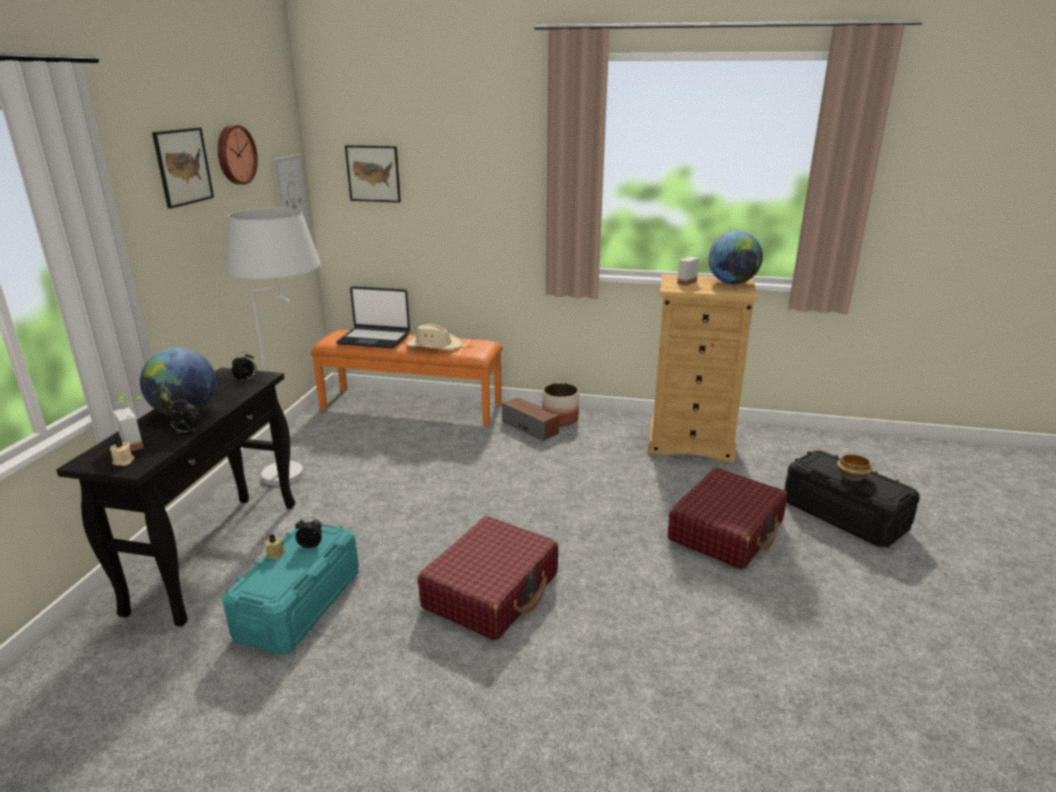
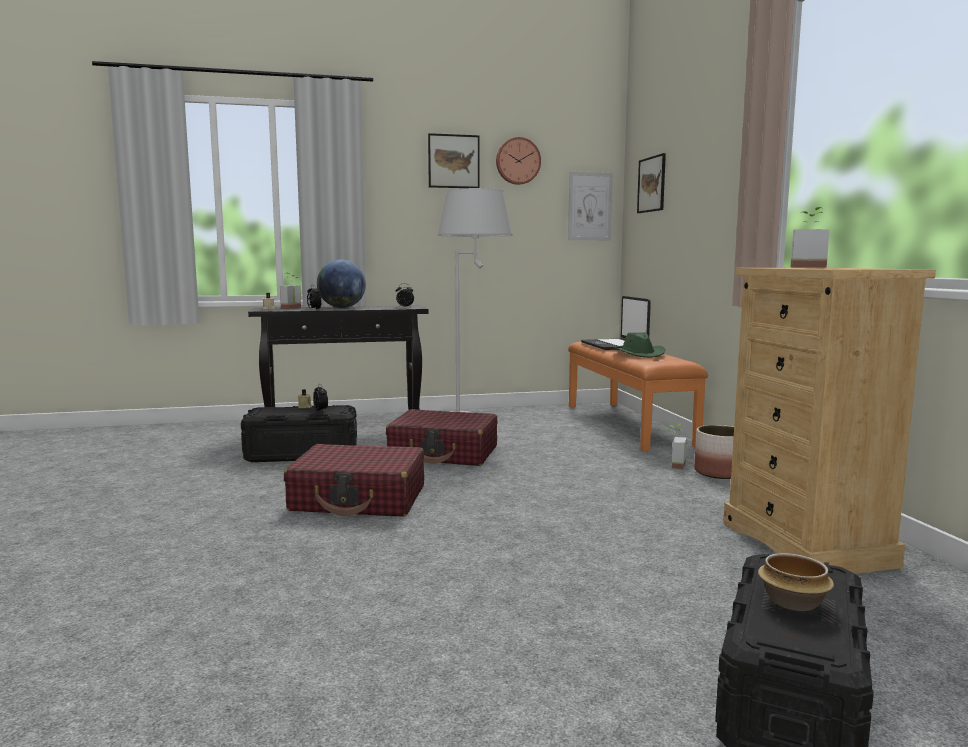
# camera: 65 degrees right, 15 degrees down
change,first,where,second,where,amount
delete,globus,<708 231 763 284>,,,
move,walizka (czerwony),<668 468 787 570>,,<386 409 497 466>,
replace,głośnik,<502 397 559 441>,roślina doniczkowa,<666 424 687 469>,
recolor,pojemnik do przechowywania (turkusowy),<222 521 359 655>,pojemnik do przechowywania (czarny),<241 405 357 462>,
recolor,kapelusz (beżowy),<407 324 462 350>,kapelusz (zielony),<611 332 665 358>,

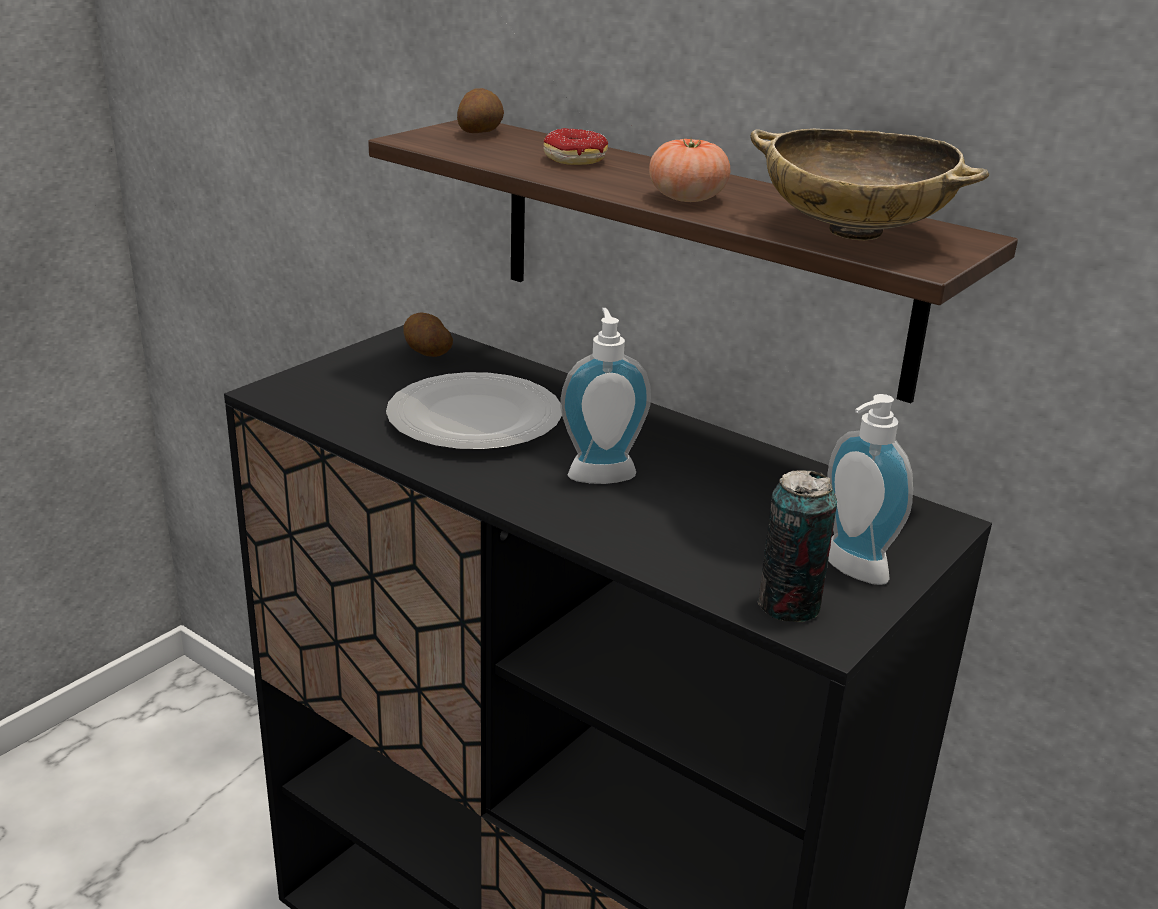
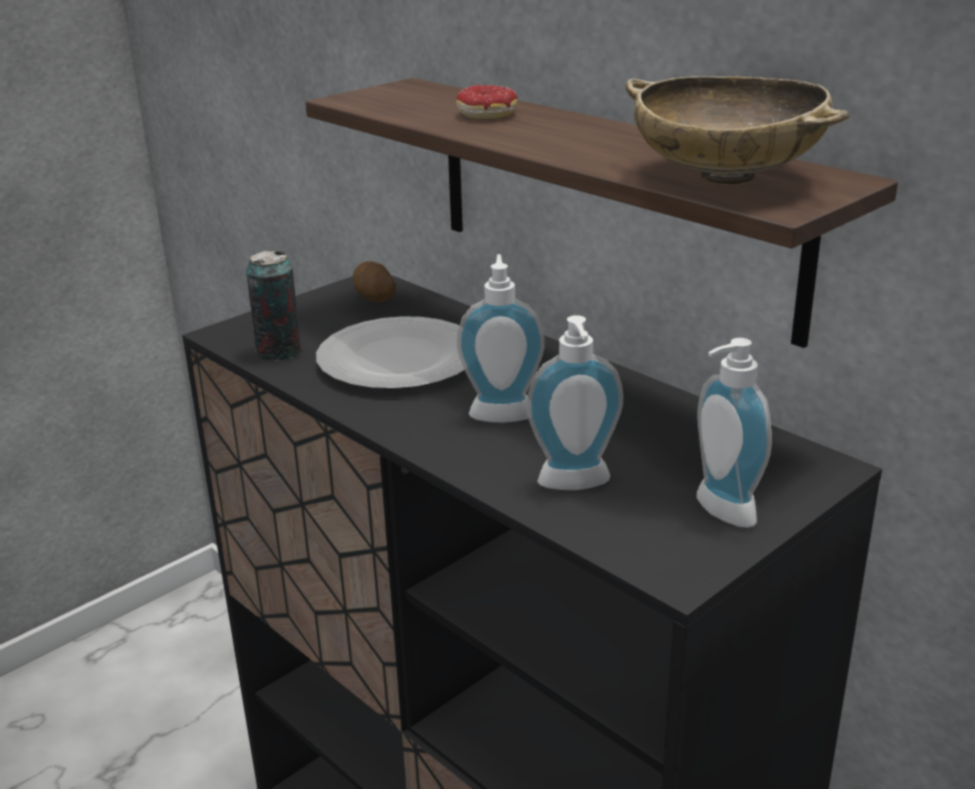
# camera: 10 degrees right, 0 degrees up
change,first,where,second,where,amount
delete,ziemniak,<457 88 504 133>,,,
delete,pomidor,<649 138 730 202>,,,
insert,,,dozownik mydła,<527 315 623 490>,
move,puszka,<758 470 837 622>,,<246 251 301 361>,

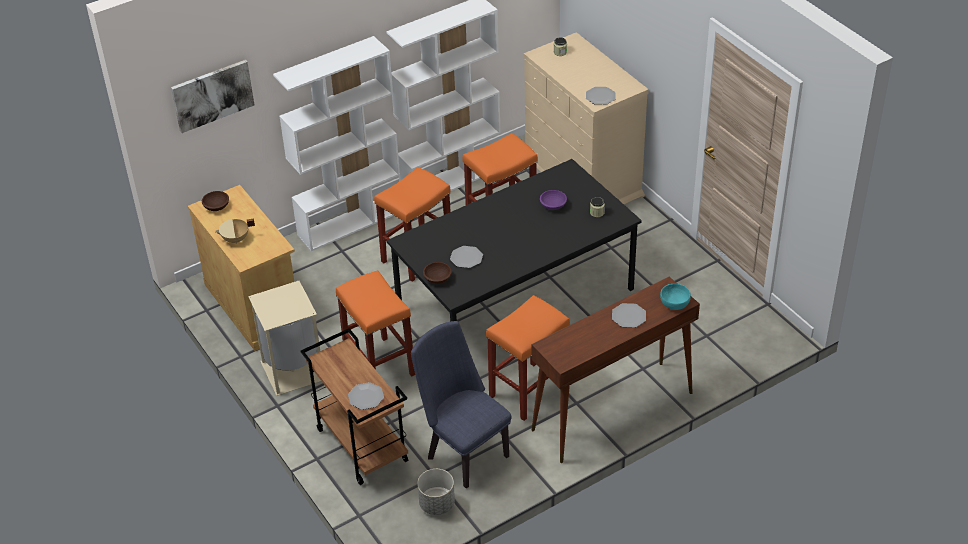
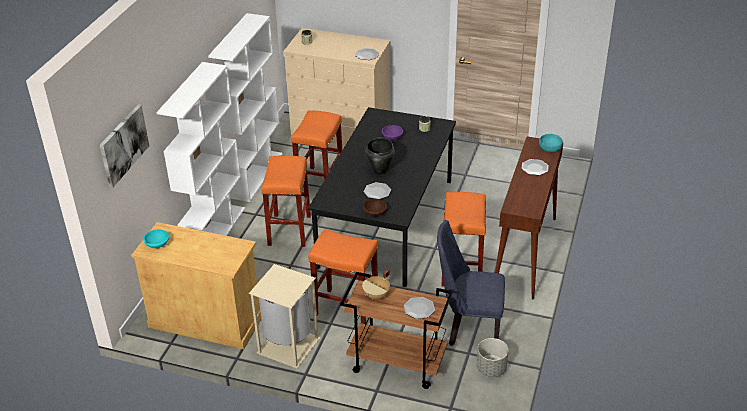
# camera: 40 degrees left, 5 degrees down
change,first,where,second,where,amount
insert,,,garnek (czarny),<366 137 395 175>,
move,garnek (beżowy),<215 218 255 244>,,<362 269 390 299>,
recolor,miska (brązowy),<202 191 229 211>,miska (turkusowy),<143 230 169 248>,

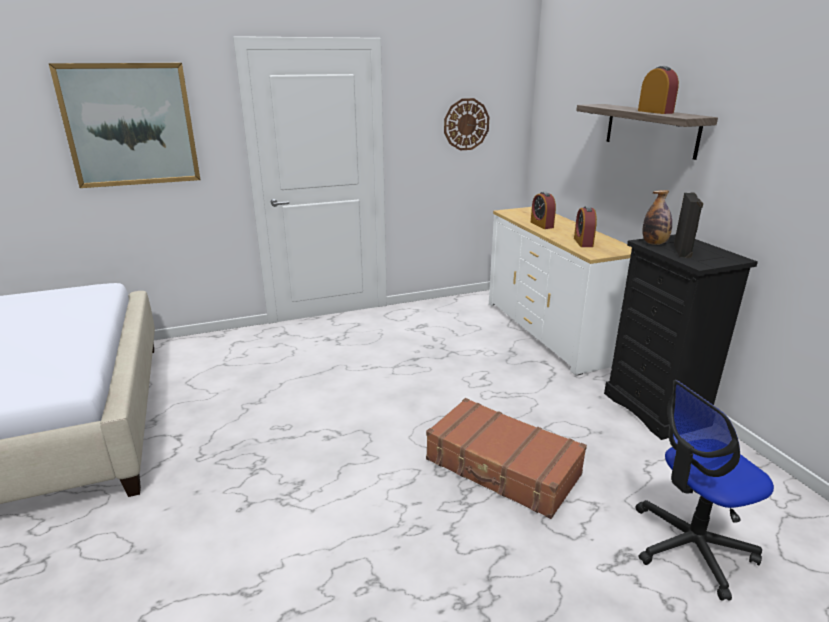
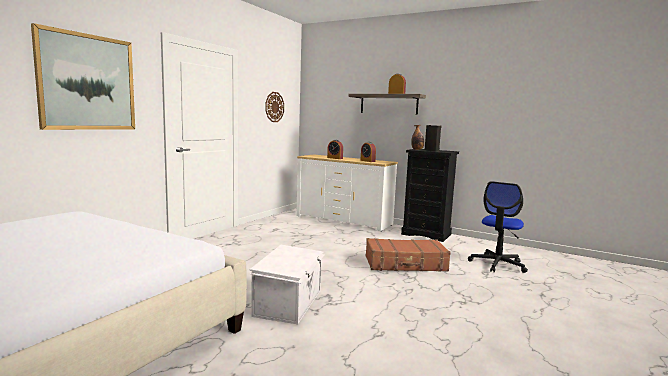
# camera: 40 degrees left, 15 degrees down
change,first,where,second,where,amount
insert,,,pojemnik do przechowywania (biały),<250 245 325 324>,

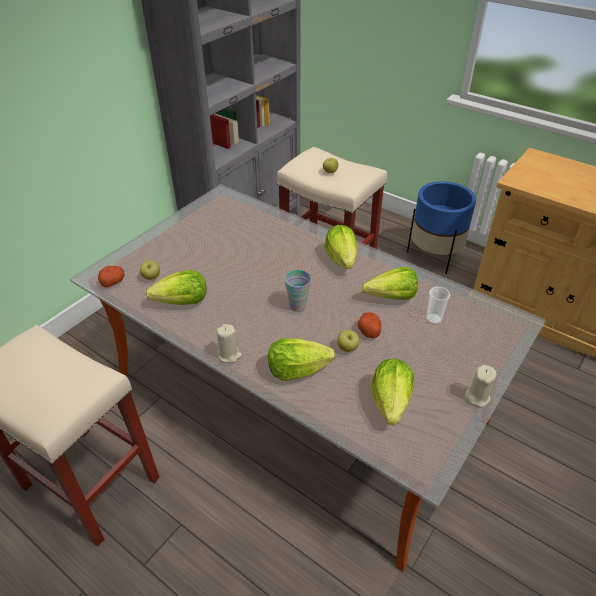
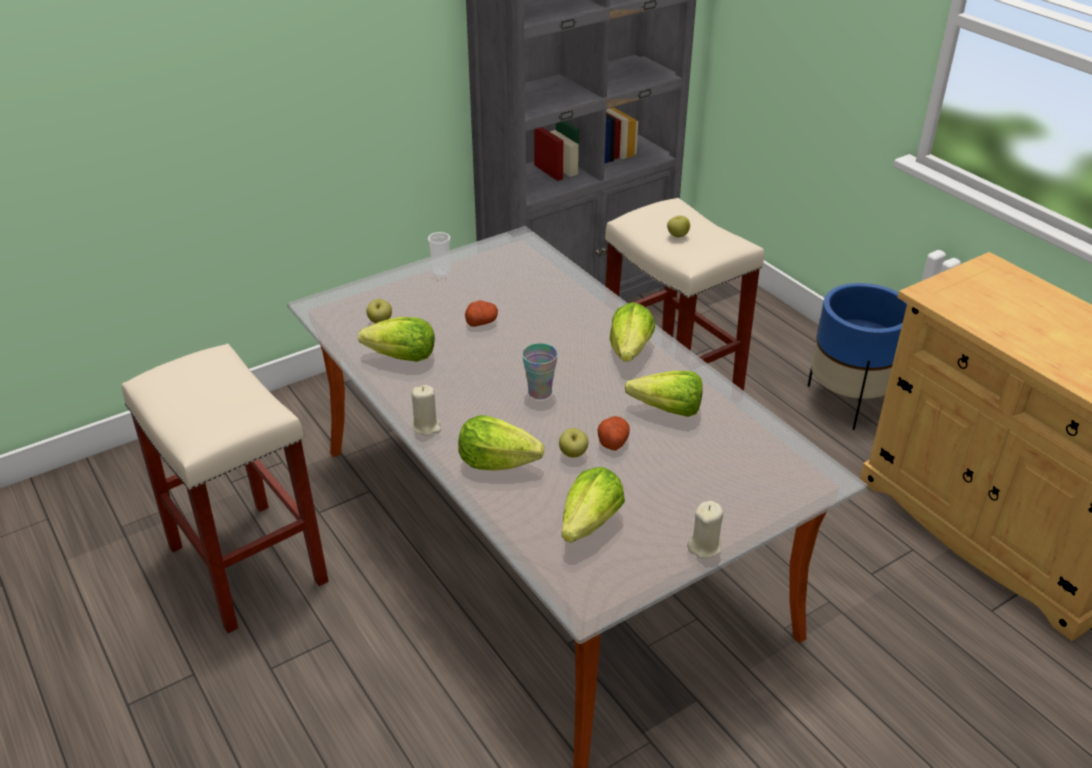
# camera: 20 degrees right, 5 degrees down
change,first,where,second,where,amount
move,ziemniak,<98 266 124 288>,,<465 300 498 327>,
move,filiżanka,<426 287 450 324>,,<428 232 450 276>,

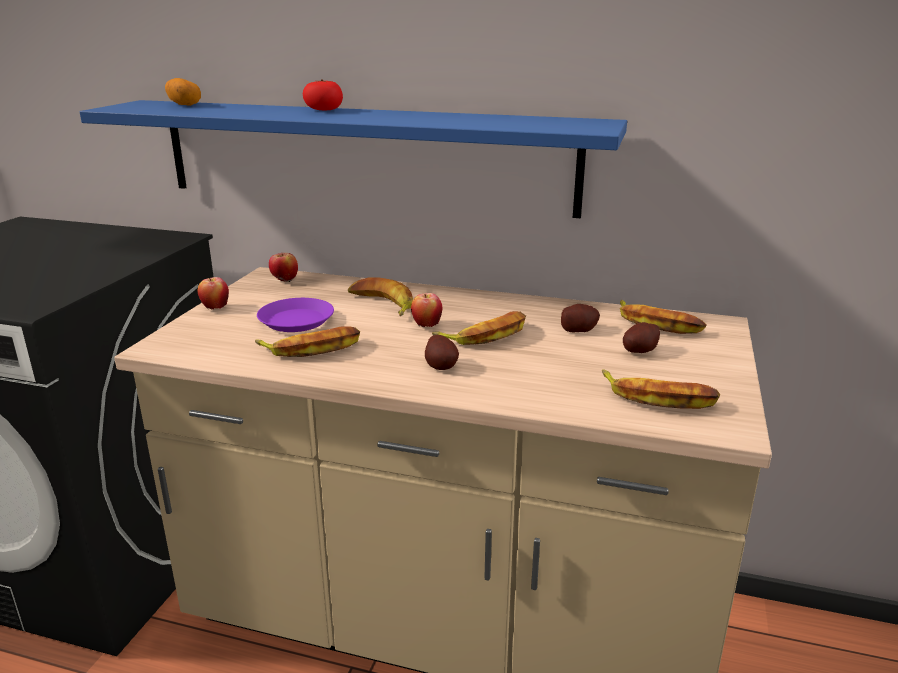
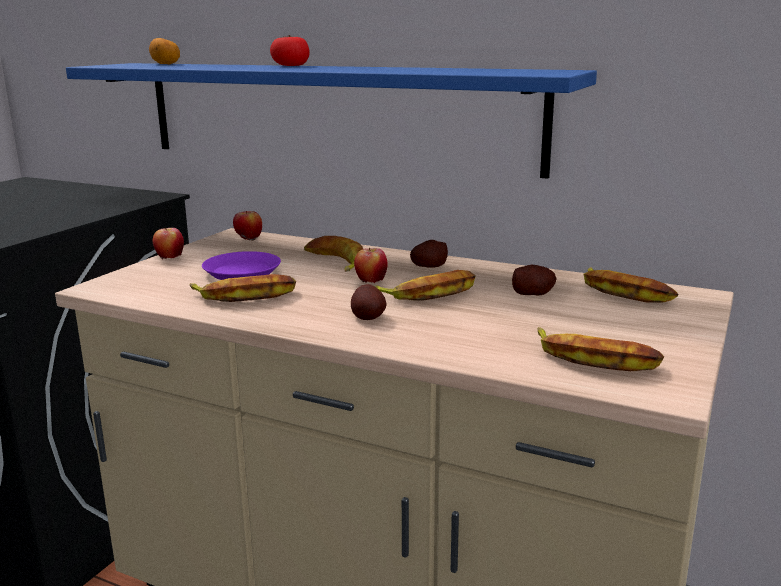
# camera: 10 degrees right, 5 degrees down
change,first,where,second,where,amount
move,ziemniak,<623 322 660 353>,,<410 240 448 268>,

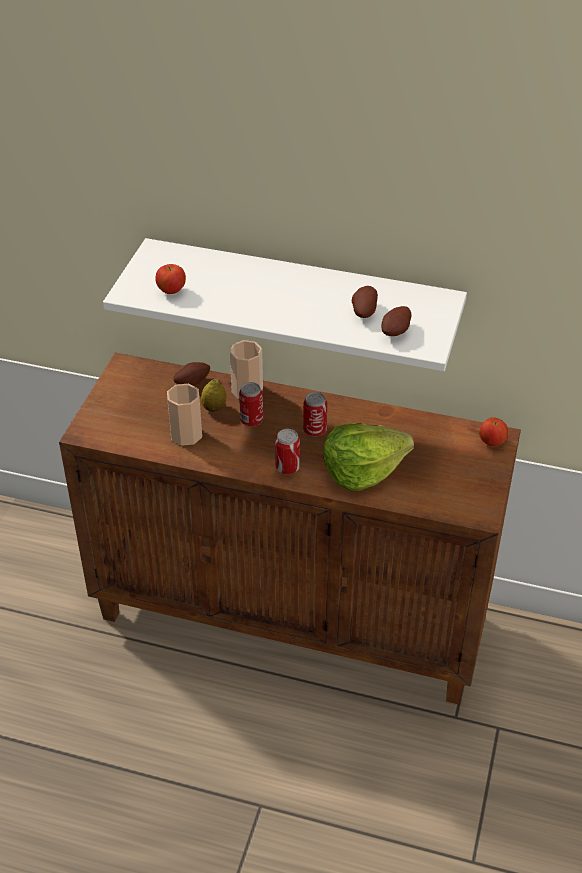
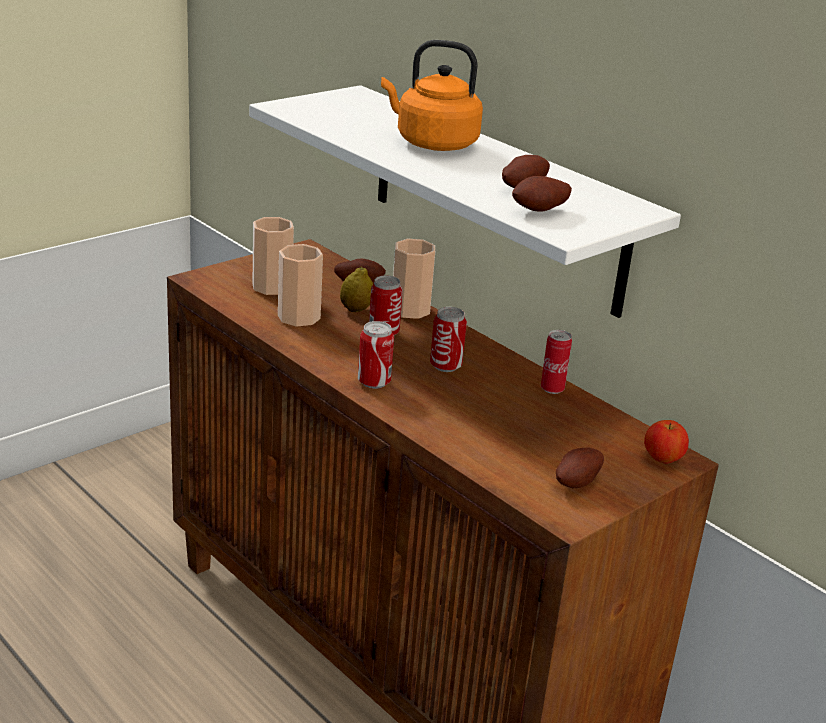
# camera: 30 degrees right, 15 degrees down
change,first,where,second,where,amount
delete,jabłko,<155 264 186 294>,,,
delete,sałata,<323 423 414 491>,,,
insert,,,filiżanka,<253 217 294 295>,
insert,,,czajnik (pomarańczowy),<381 40 483 151>,
insert,,,puszka,<541 330 572 394>,
insert,,,ziemniak,<556 448 604 488>,

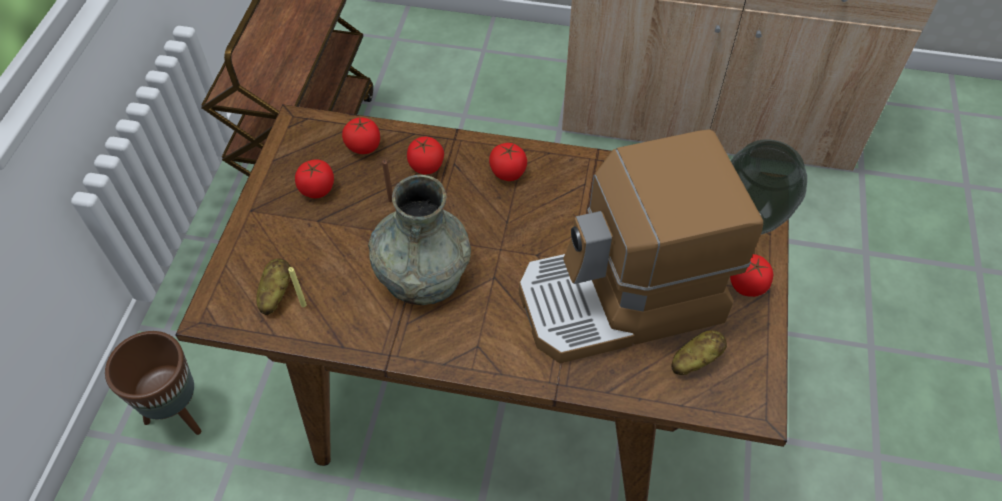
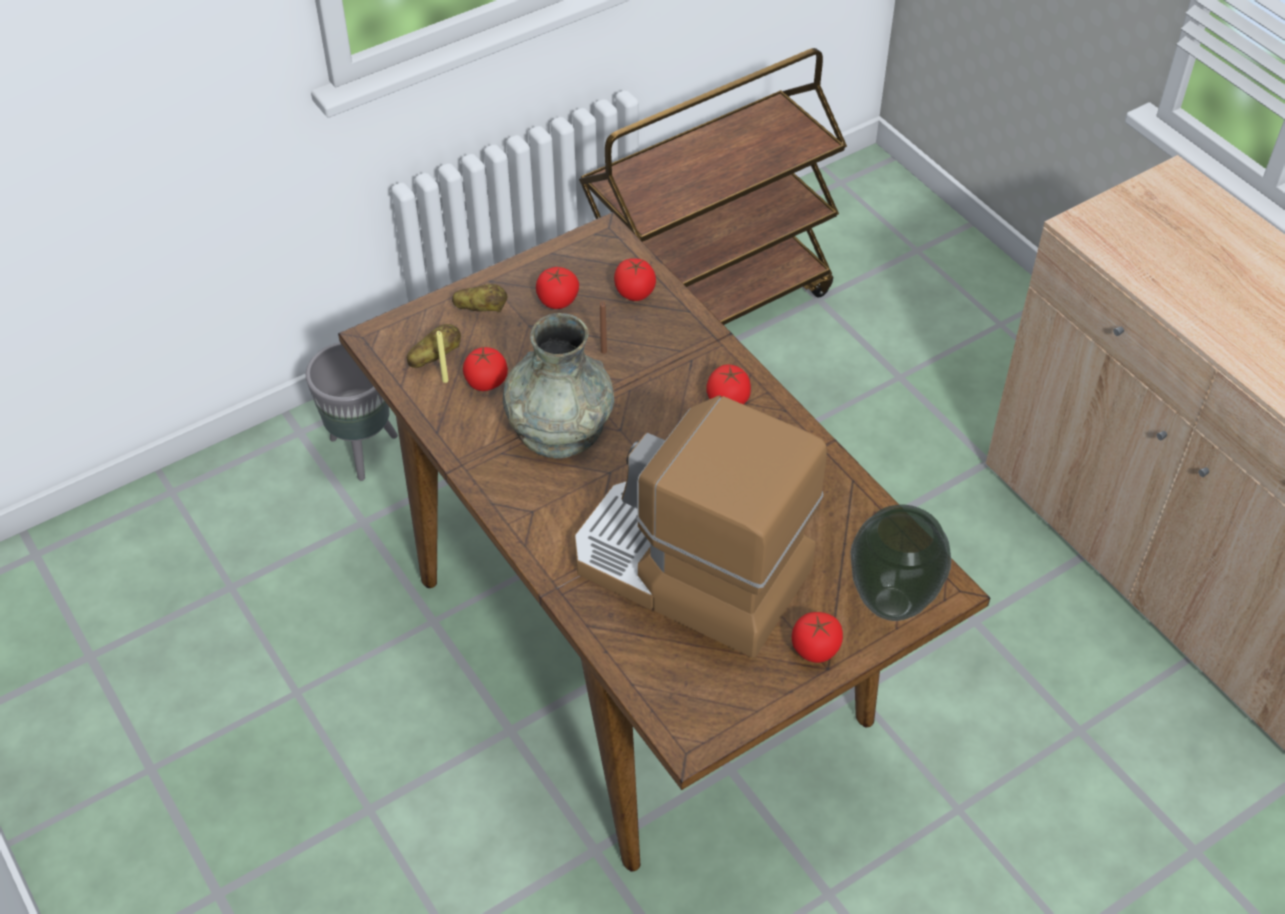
# camera: 45 degrees right, 5 degrees down
change,first,where,second,where,amount
move,pomidor,<407 137 444 175>,,<463 347 508 391>,
move,ziemniak,<671 330 727 375>,,<452 284 507 312>,
recolor,donica (brązowy),<105 331 201 435>,donica (szary),<306 342 398 481>,

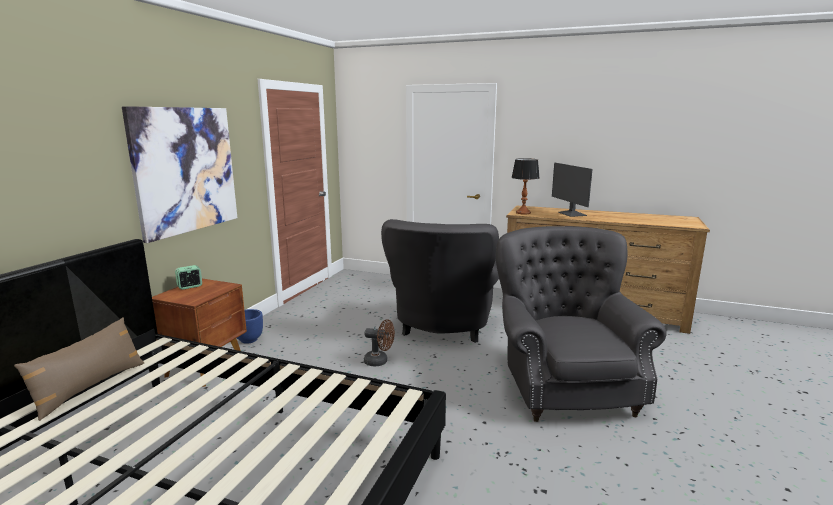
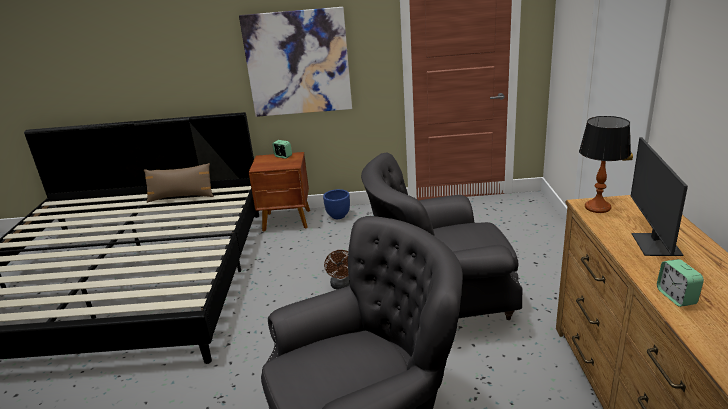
# camera: 70 degrees right, 10 degrees up
change,first,where,second,where,amount
insert,,,budzik,<657 259 704 307>,
rotate,monitor,<552 163 592 217>,,<631 137 688 256>,45 degrees counterclockwise

